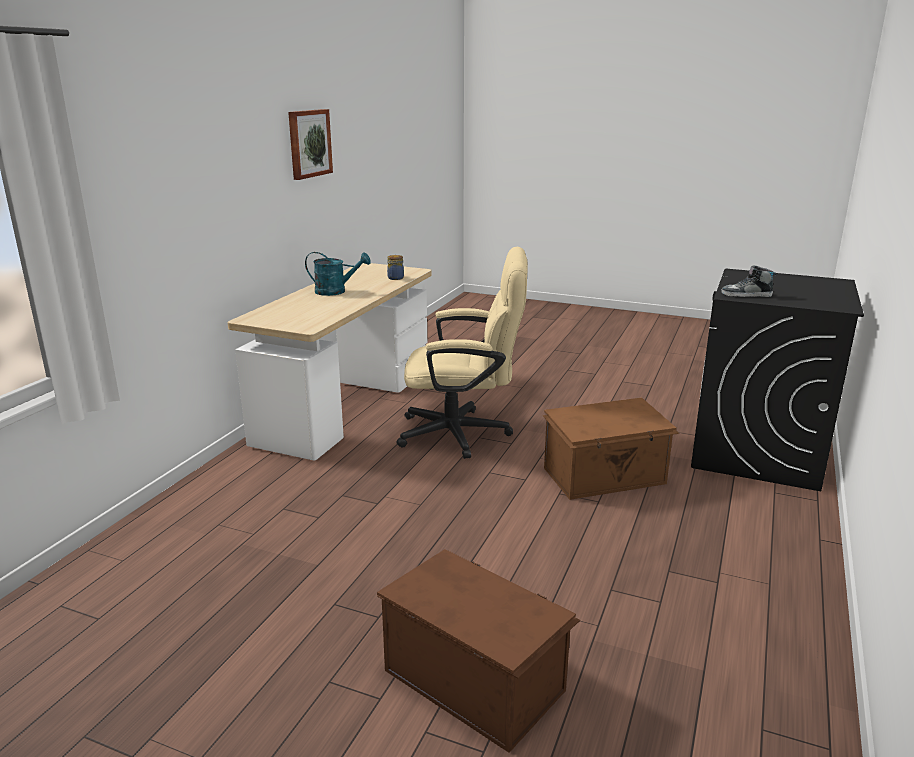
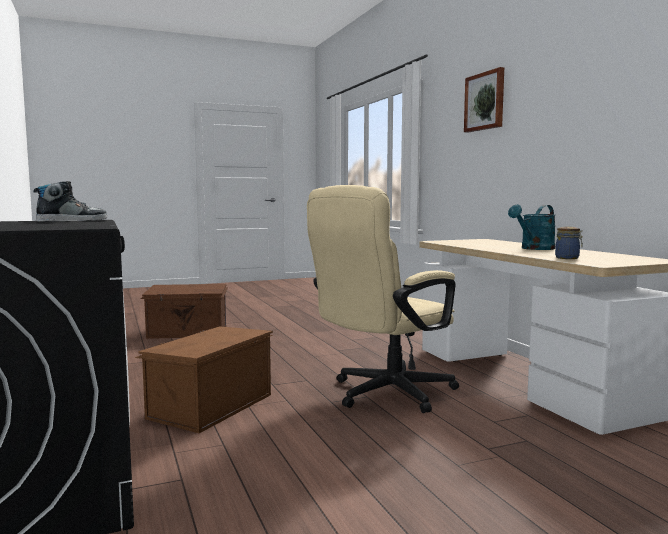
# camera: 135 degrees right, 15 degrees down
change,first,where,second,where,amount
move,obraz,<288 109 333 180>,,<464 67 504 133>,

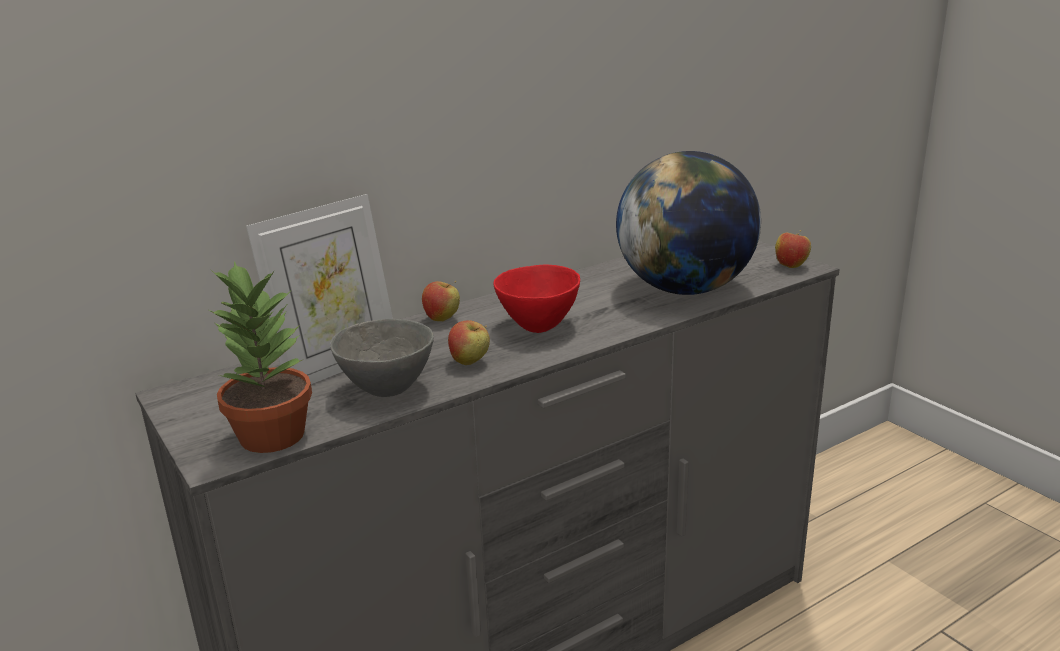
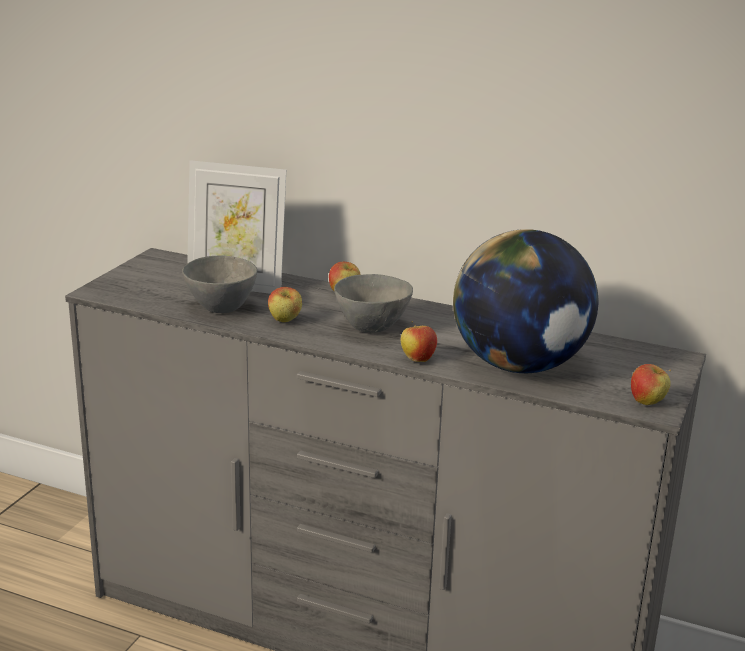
# camera: 55 degrees right, 0 degrees up
change,first,where,second,where,amount
delete,roślina doniczkowa,<209 262 312 453>,,,
insert,,,jabłko,<400 321 437 362>,
recolor,miska (czerwony),<494 265 580 333>,miska (szary),<334 274 413 333>,

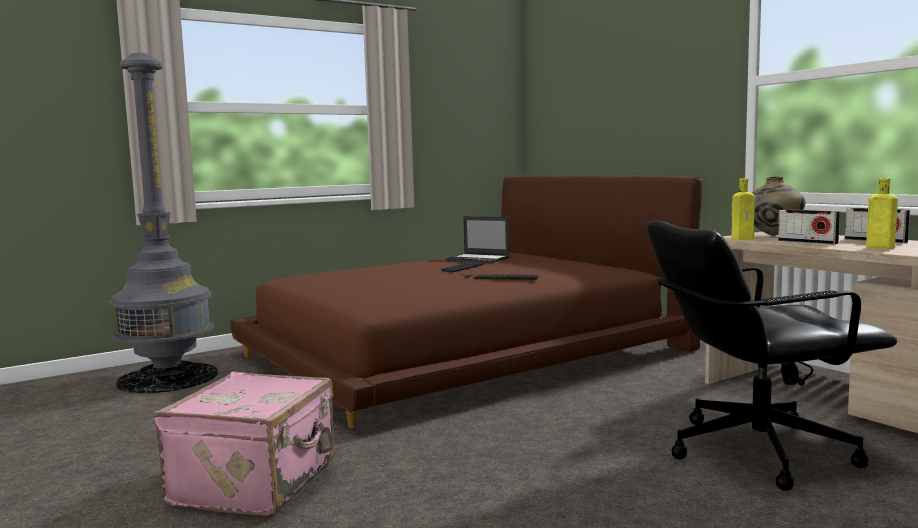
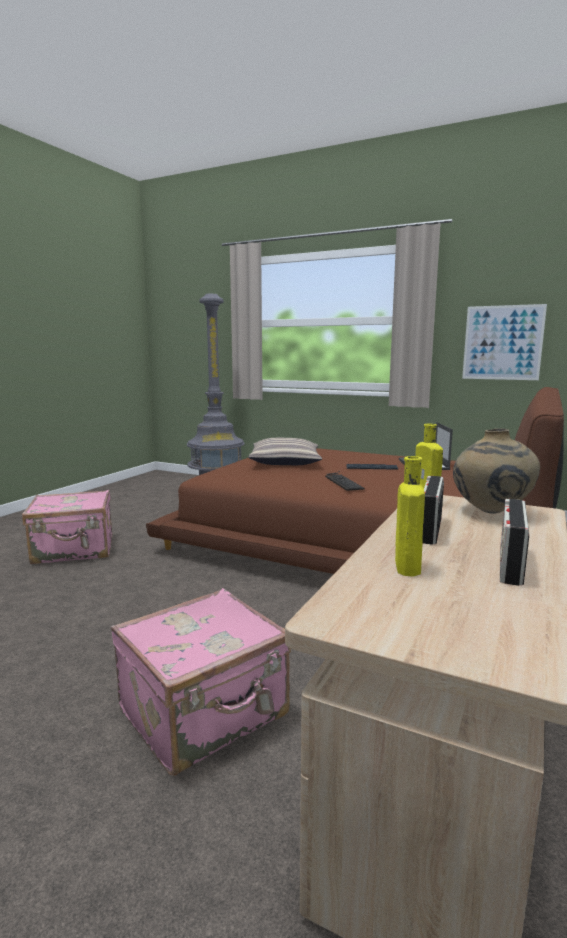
# camera: 60 degrees right, 5 degrees up
change,first,where,second,where,amount
insert,,,poduszka,<248 438 322 465>,
insert,,,obraz,<462 304 547 380>,
replace,krzesło biurowe (czarny),<647 220 897 491>,walizka (różowy),<111 588 291 776>,

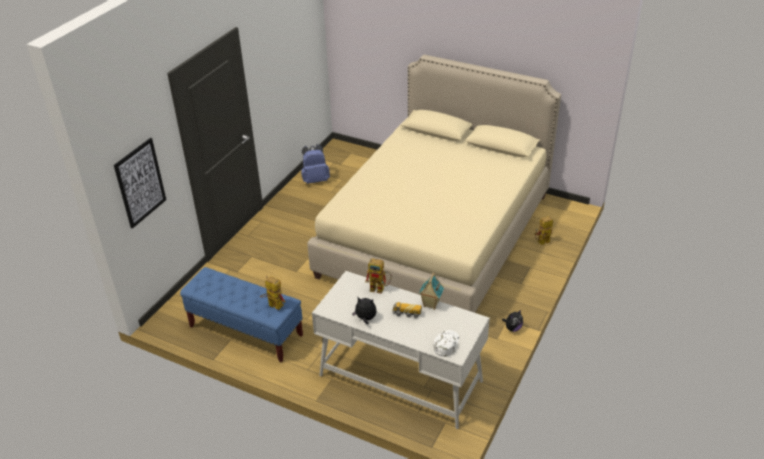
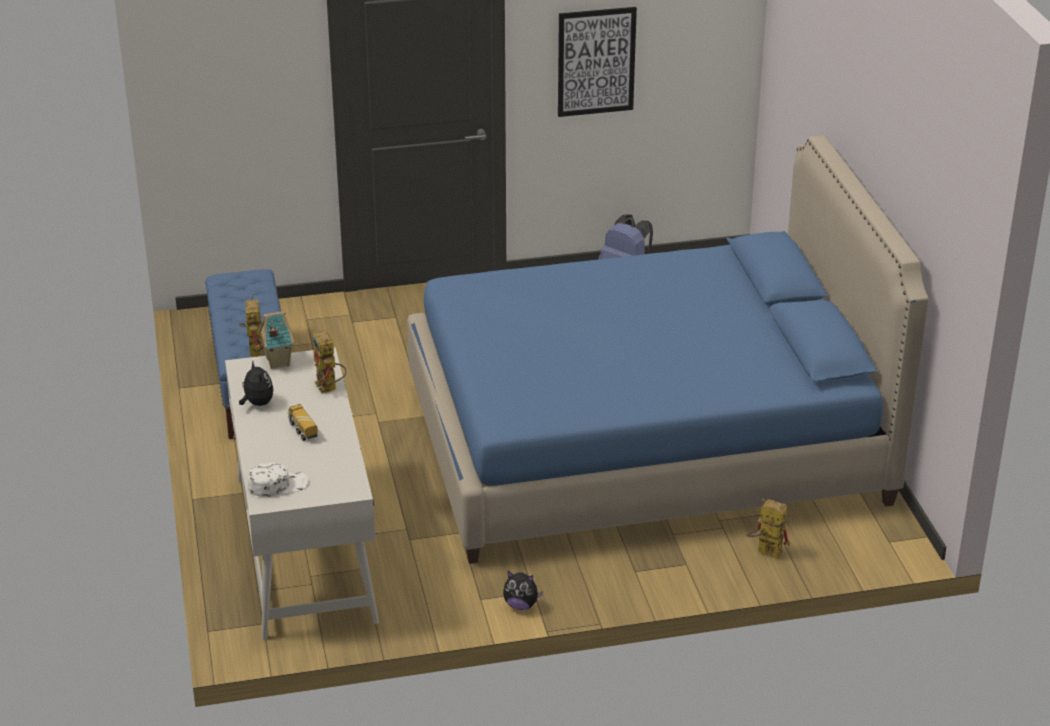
# camera: 50 degrees right, 5 degrees down
change,first,where,second,where,amount
move,obraz,<114 138 166 229>,,<558 7 637 117>,
move,domek,<419 273 444 310>,,<258 311 294 369>,
recolor,łóżko (beżowy),<307 55 561 313>,łóżko (niebieski),<407 136 929 564>,

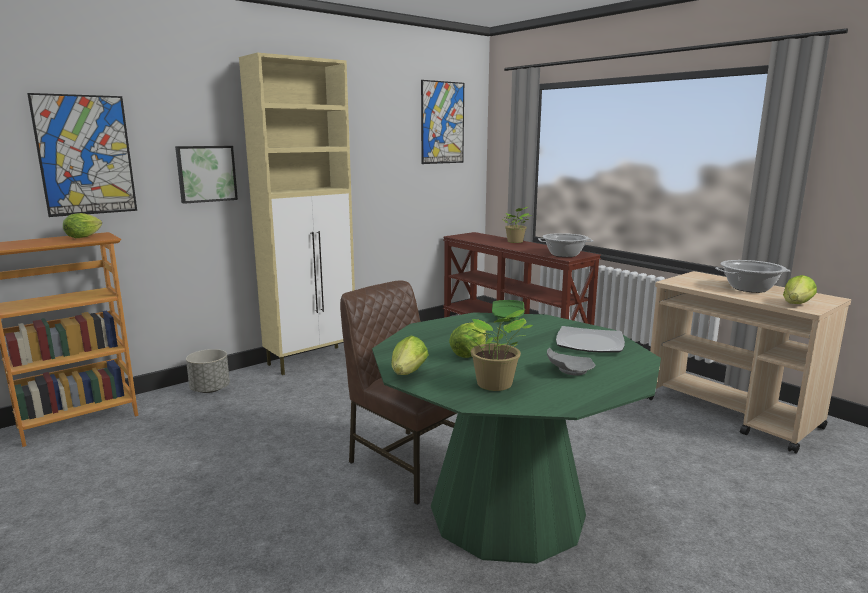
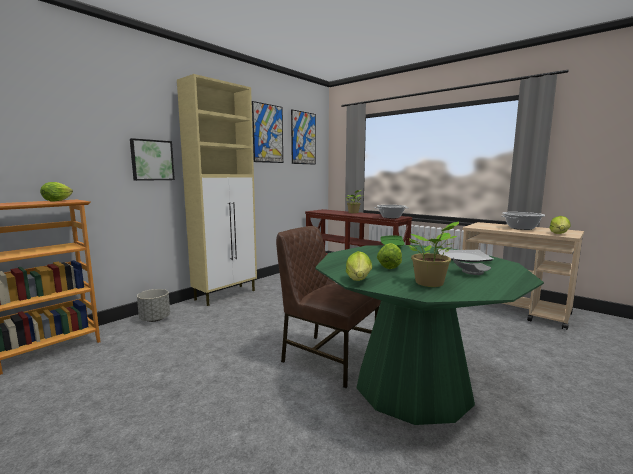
# camera: 10 degrees left, 5 degrees down
change,first,where,second,where,amount
move,obraz,<27 93 137 217>,,<252 101 283 163>,

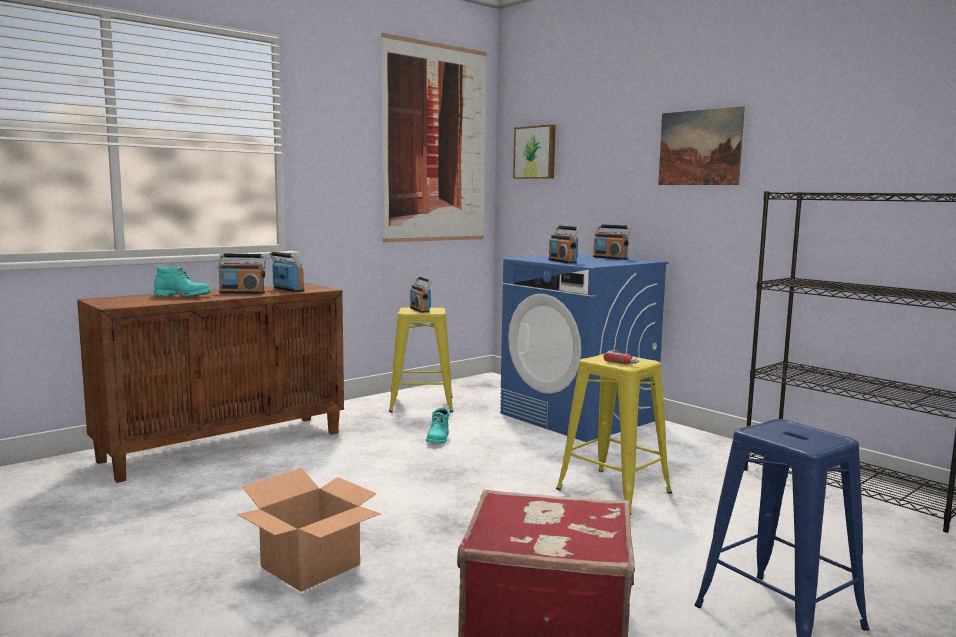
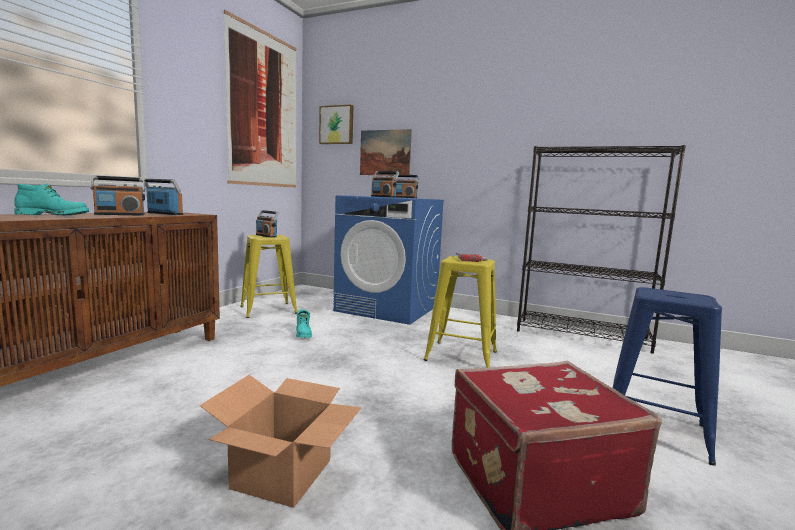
# camera: 25 degrees left, 0 degrees up
change,first,where,second,where,amount
move,obraz,<658 106 745 185>,,<360 129 412 176>,

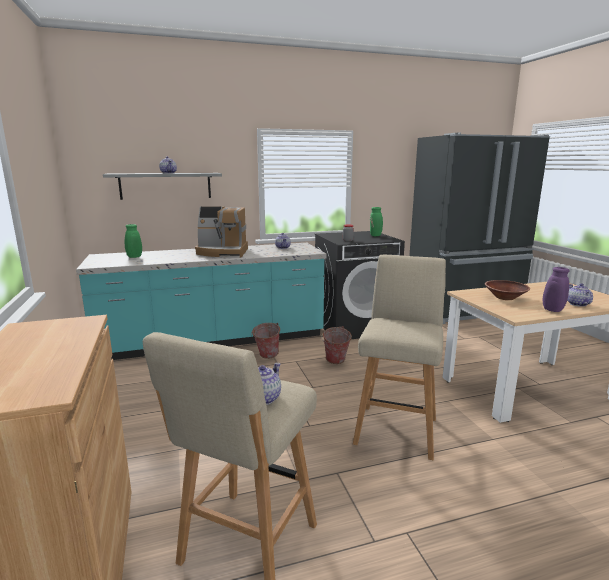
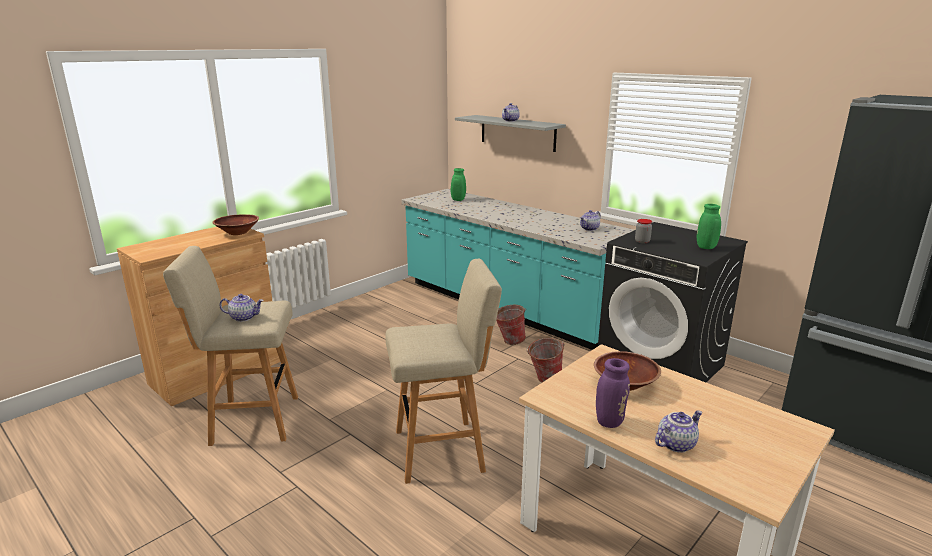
# camera: 60 degrees right, 5 degrees up
change,first,where,second,where,amount
delete,ekspres do kawy,<195 206 248 258>,,,
insert,,,miska (brązowy),<212 214 259 235>,

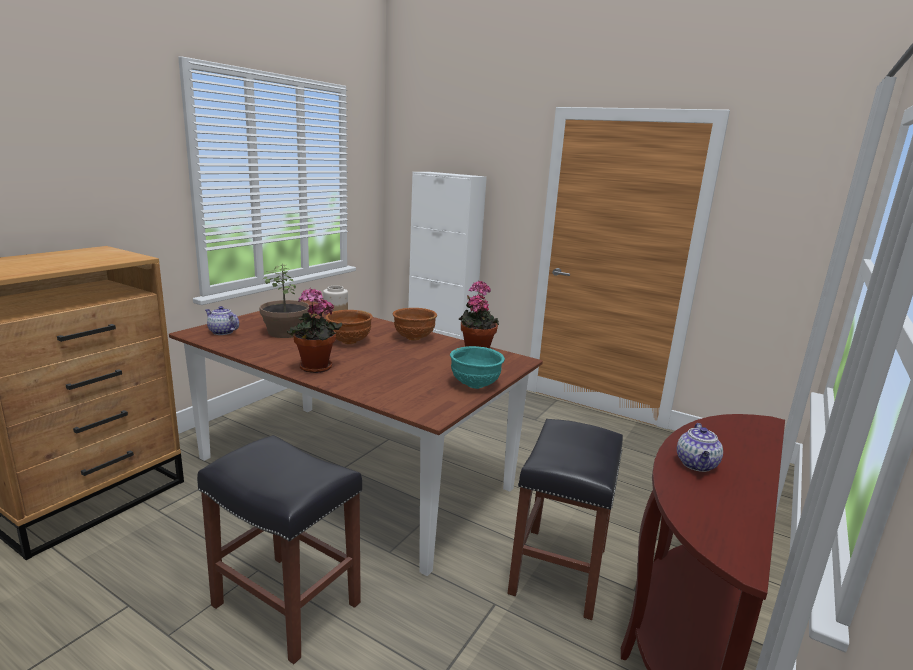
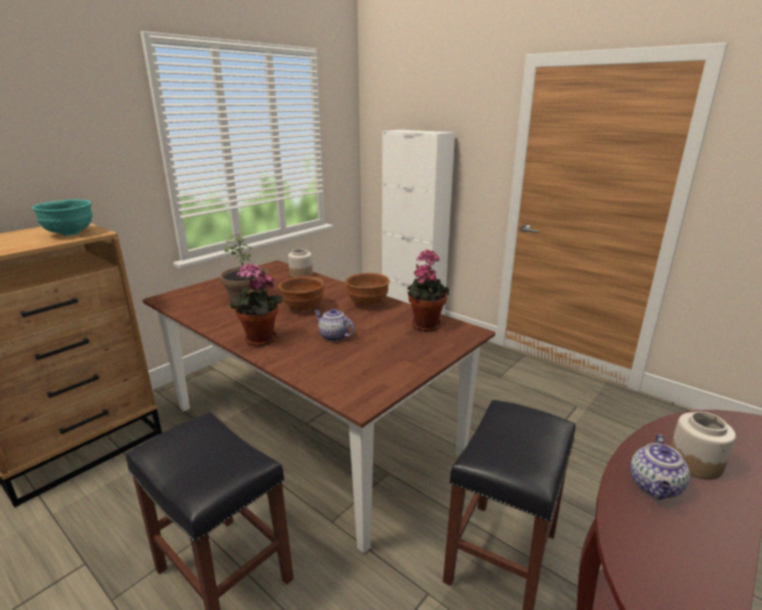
# camera: 10 degrees right, 5 degrees up
change,first,where,second,where,amount
insert,,,słoik,<670 411 736 480>,
move,imbryk,<205 306 239 335>,,<314 309 354 342>,
move,miska (turkusowy),<450 346 505 389>,,<32 199 92 236>,

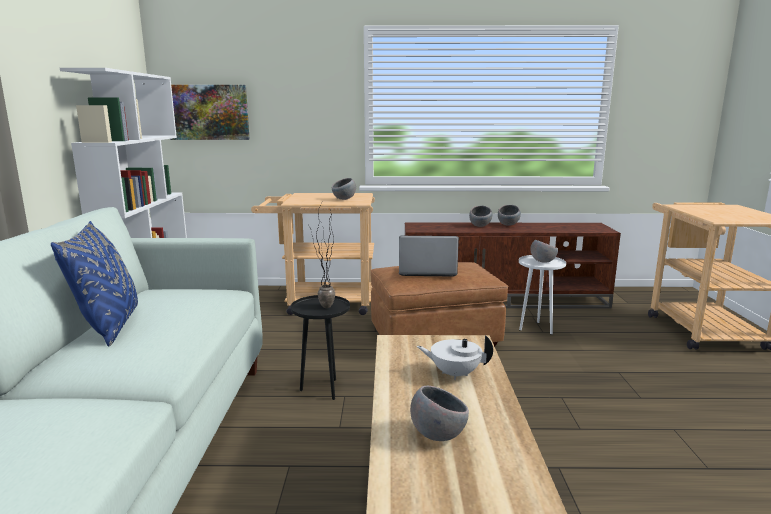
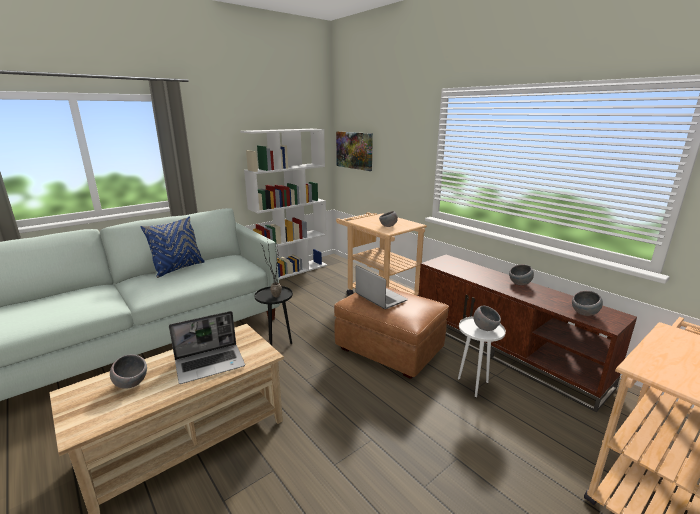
# camera: 50 degrees right, 5 degrees up
change,first,where,second,where,amount
move,miska (szary),<469 206 492 227>,,<572 291 603 316>,
replace,imbryk (biały),<417 335 493 380>,laptop,<169 311 245 384>,

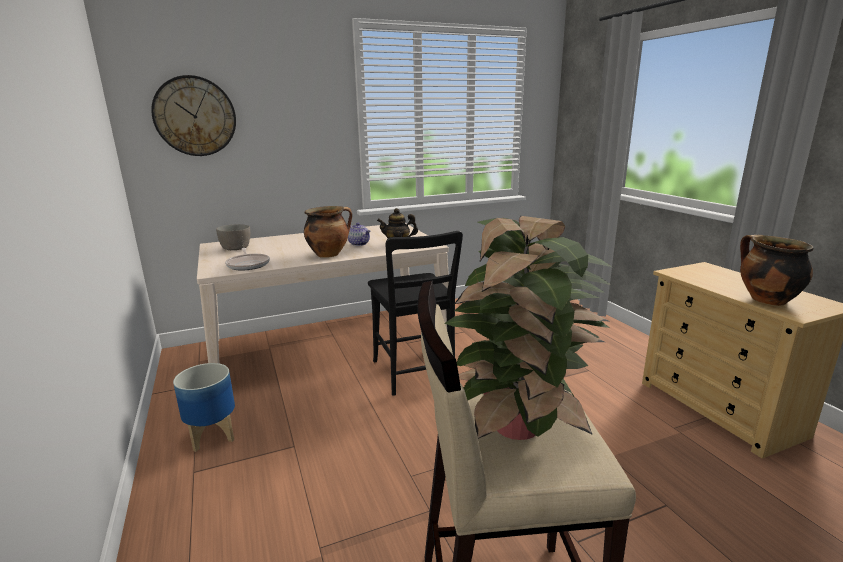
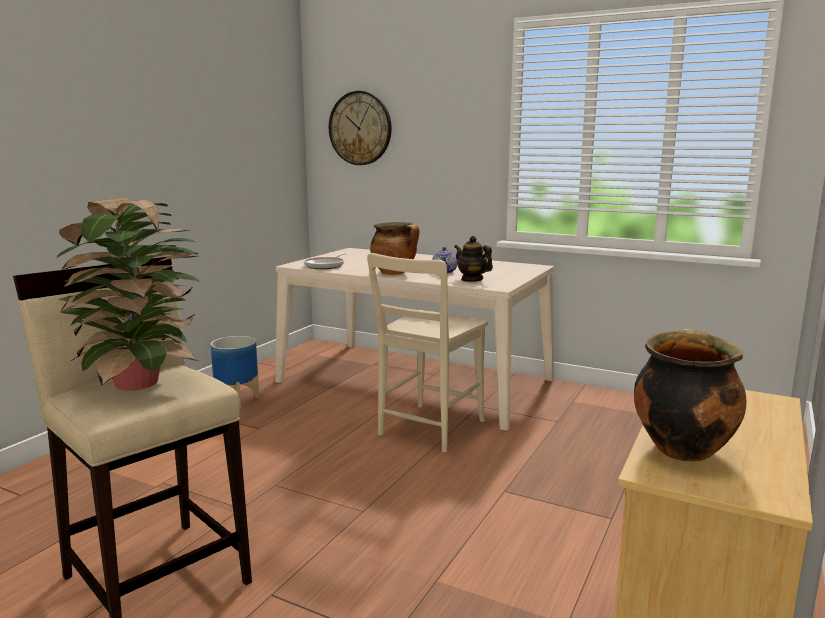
# camera: 50 degrees right, 5 degrees down
change,first,where,second,where,amount
delete,miska (szary),<216 224 250 250>,,,
recolor,krzesło (czarny),<368 231 463 396>,krzesło (beżowy),<367 253 488 453>,

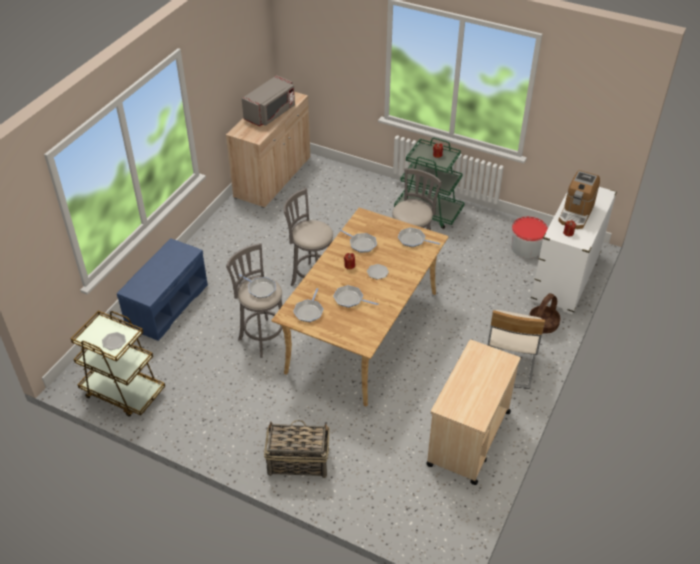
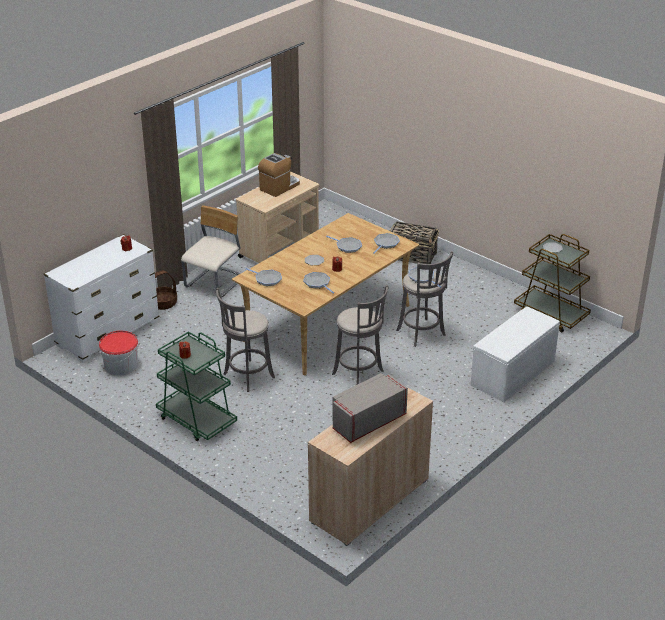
# camera: 165 degrees left, 10 degrees down
change,first,where,second,where,amount
move,ekspres do kawy,<558 170 600 229>,,<258 153 300 197>,
recolor,ławka (niebieski),<117 238 208 341>,ławka (biały),<470 306 560 402>,

